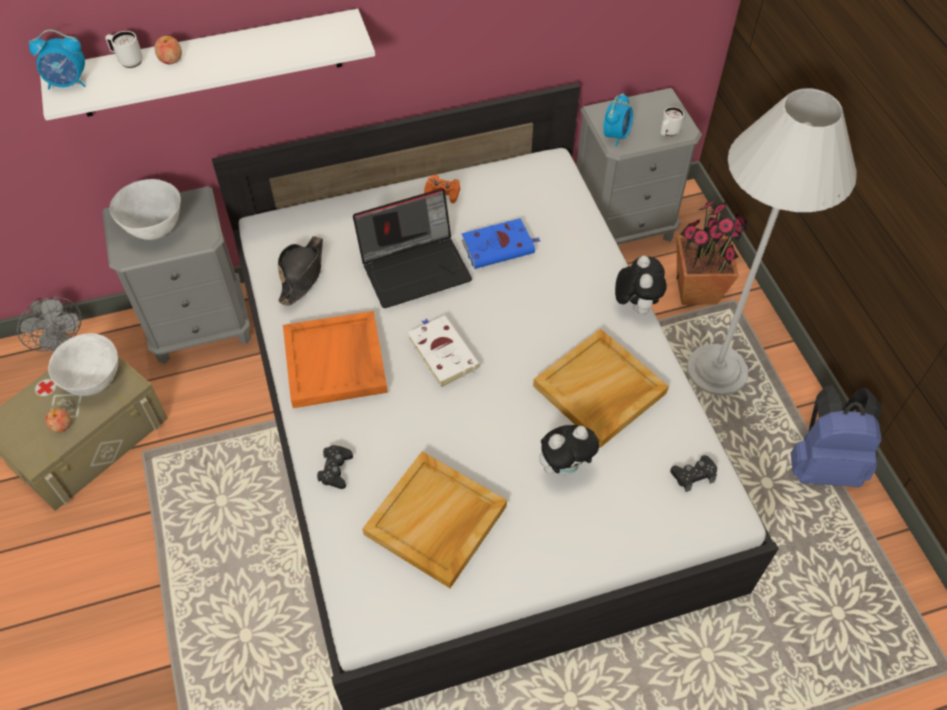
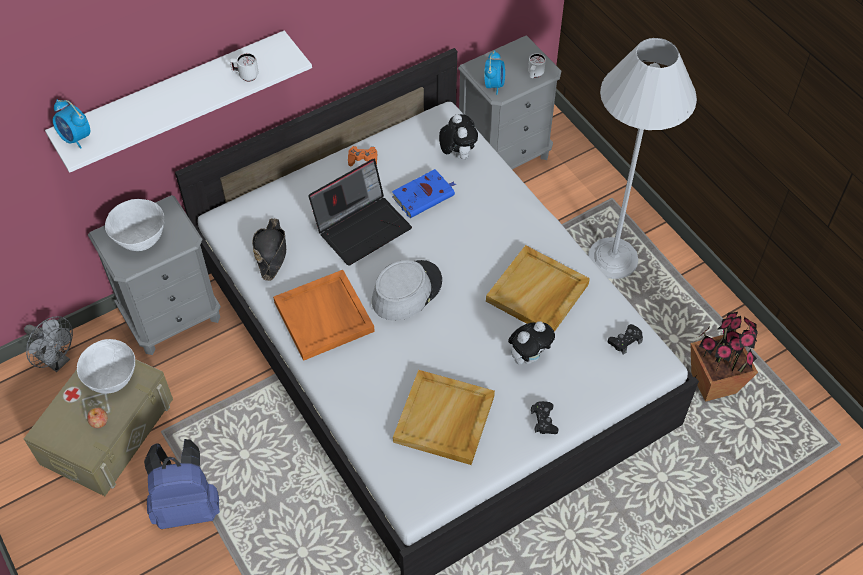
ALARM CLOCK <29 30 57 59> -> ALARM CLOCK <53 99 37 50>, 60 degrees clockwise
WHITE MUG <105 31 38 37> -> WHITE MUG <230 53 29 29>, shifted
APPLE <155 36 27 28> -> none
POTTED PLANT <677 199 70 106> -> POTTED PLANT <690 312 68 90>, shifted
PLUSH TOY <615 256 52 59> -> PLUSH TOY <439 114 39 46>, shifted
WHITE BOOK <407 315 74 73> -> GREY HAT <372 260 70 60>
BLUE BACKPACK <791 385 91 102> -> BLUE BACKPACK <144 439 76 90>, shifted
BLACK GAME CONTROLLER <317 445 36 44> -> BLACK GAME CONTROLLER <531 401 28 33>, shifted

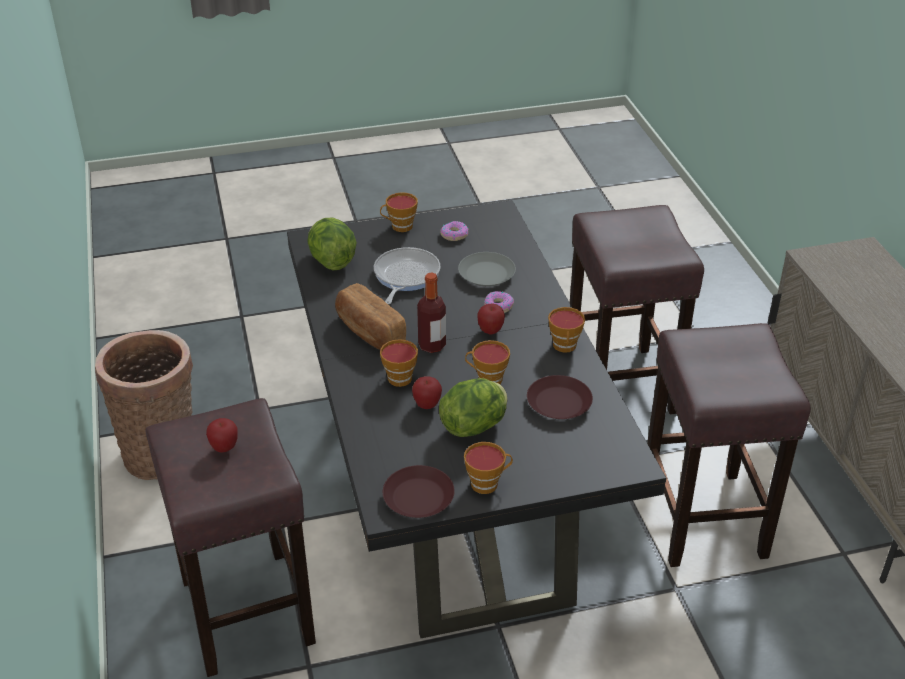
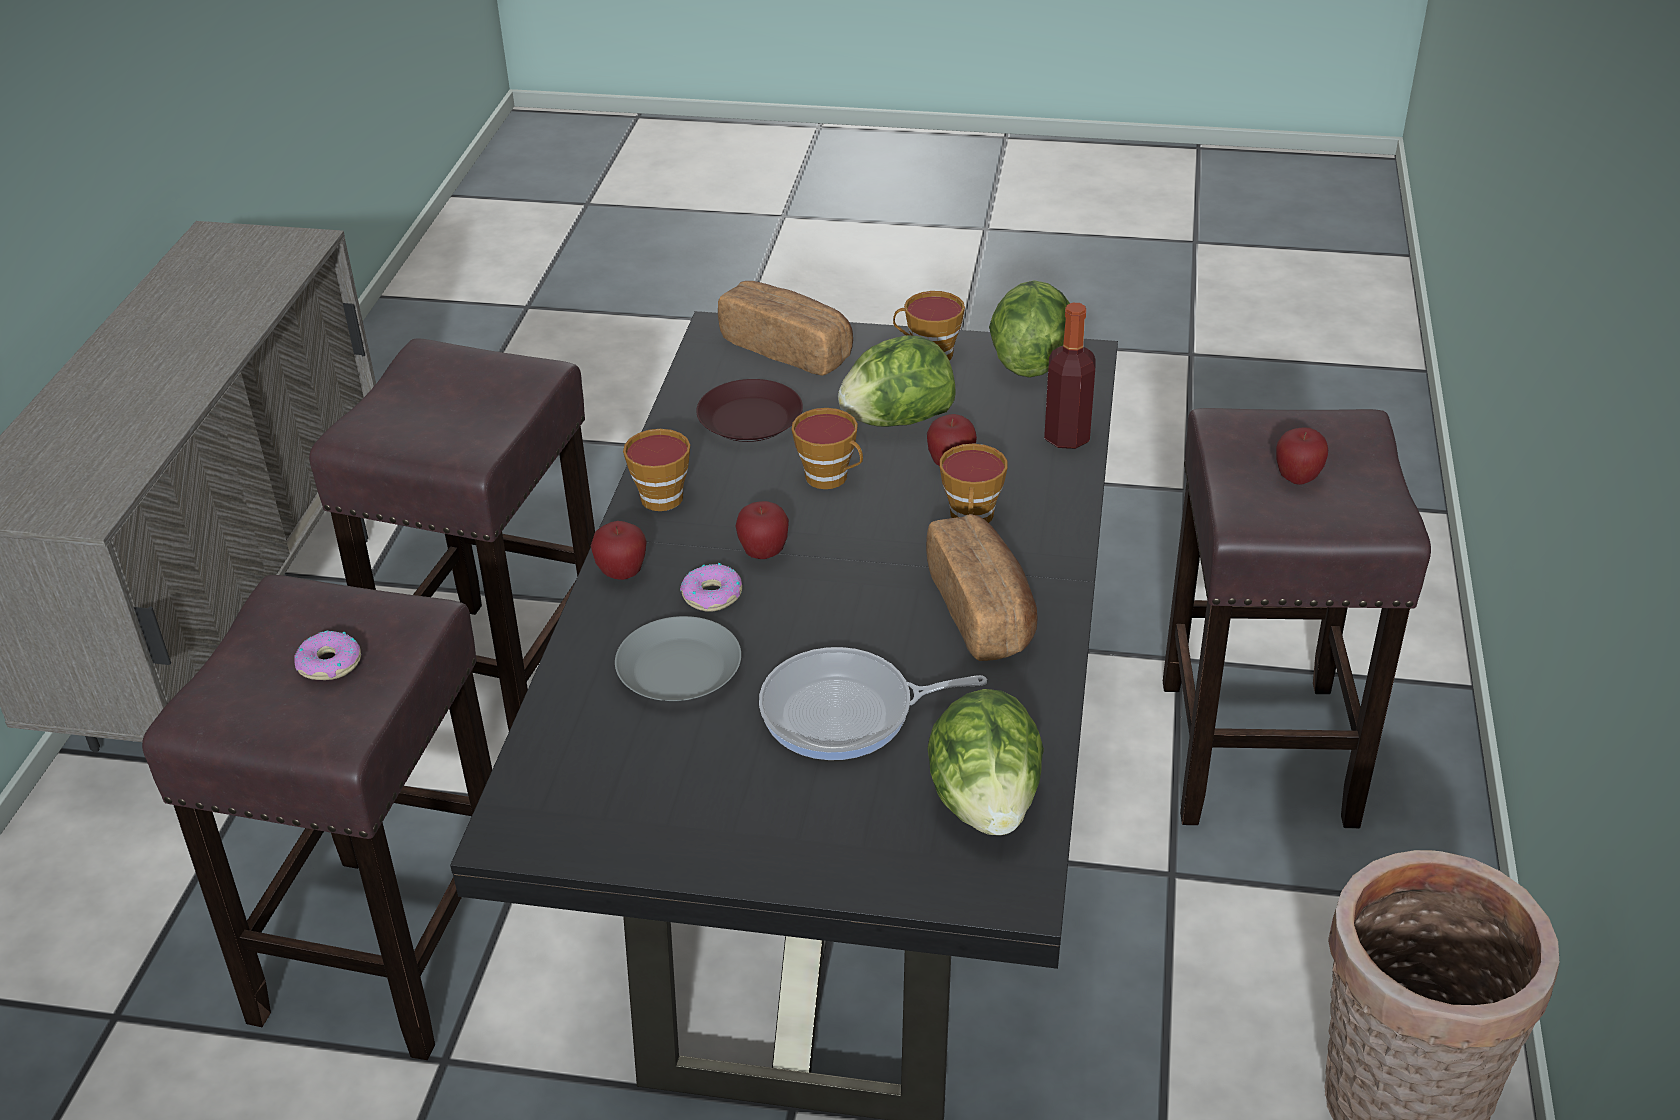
CUP <380 192 38 40> -> none
DONUT <440 221 28 20> -> DONUT <295 631 66 49>, shifted
FRYING PAN <374 247 66 57> -> FRYING PAN <759 647 228 113>, 45 degrees clockwise
BOTTLE <417 272 29 81> -> BOTTLE <1044 303 52 146>, shifted
BROWN PLATE <383 465 72 53> -> LETTUCE <989 280 81 98>
none -> BREAD <718 281 135 95>
none -> APPLE <591 521 56 59>

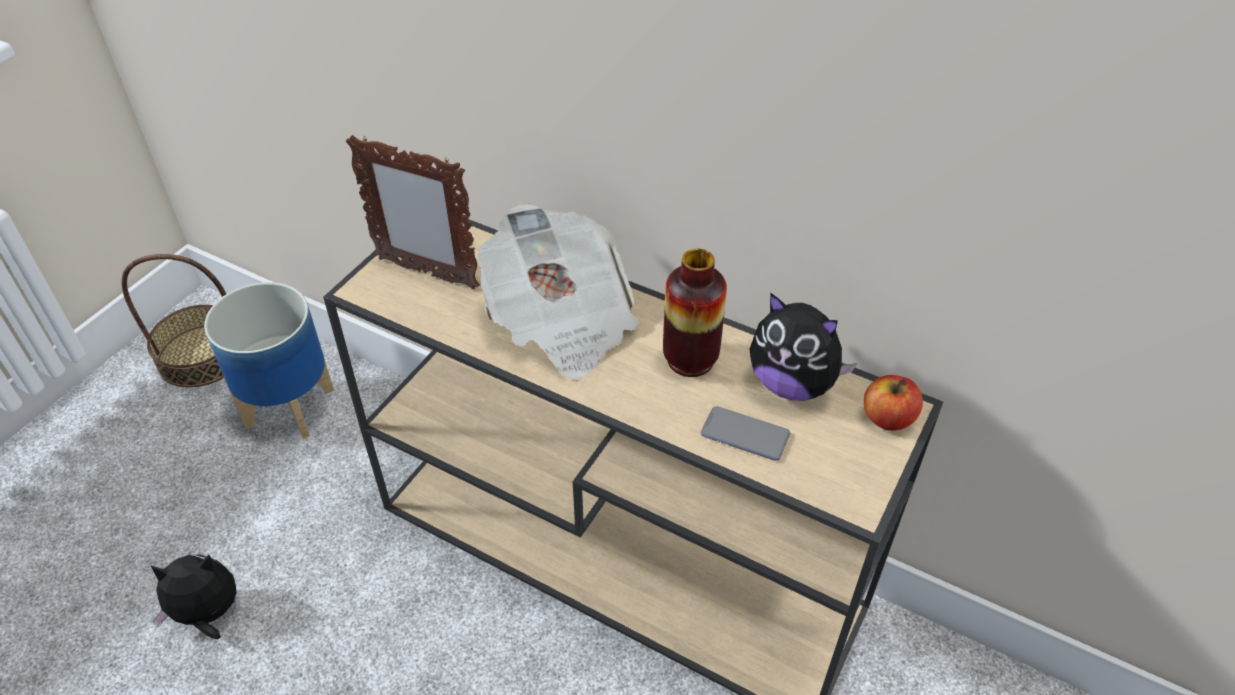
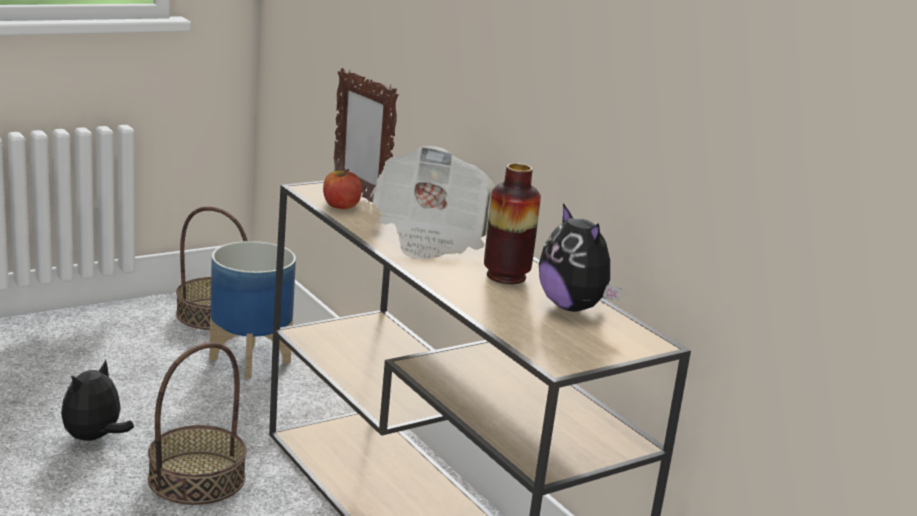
APPLE <864 375 59 56> -> APPLE <323 169 39 40>, shifted
PHONE <701 406 89 55> -> none
PLUSH TOY <150 554 87 86> -> PLUSH TOY <61 359 73 82>, 75 degrees counterclockwise
none -> BASKET <148 342 99 163>

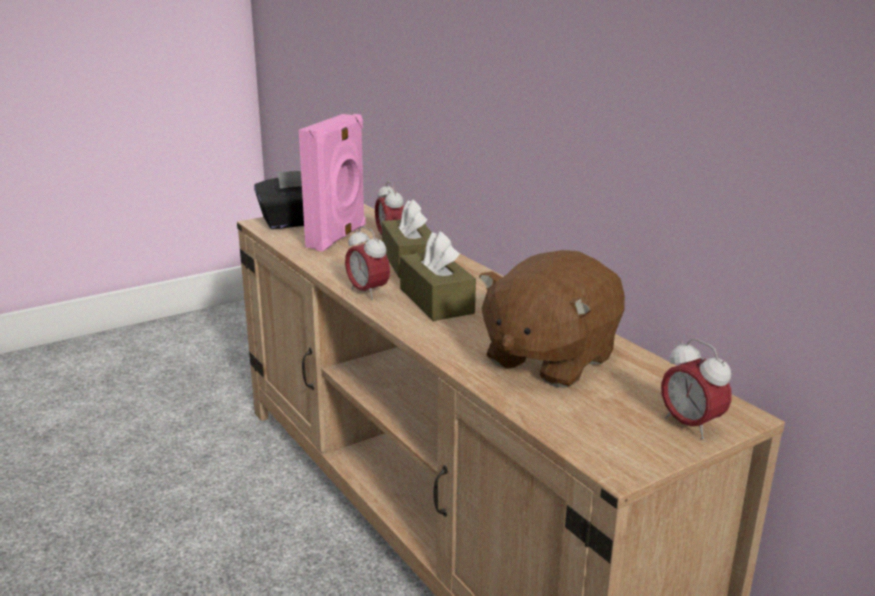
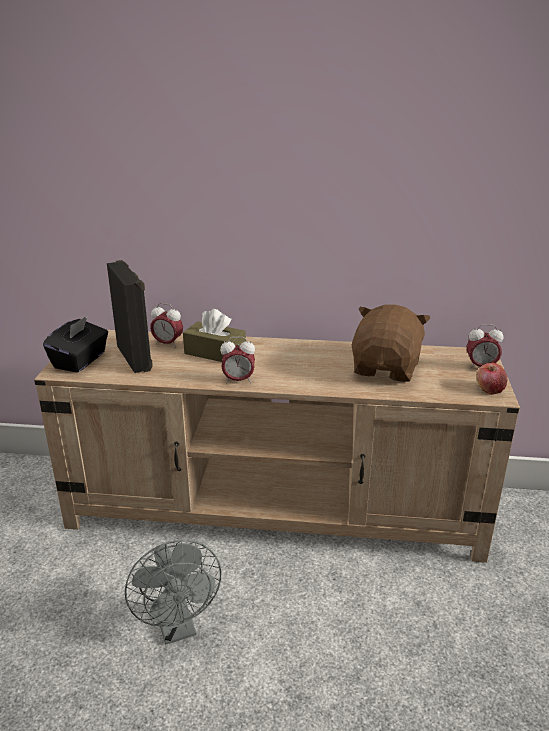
PINK SPEAKER <299 114 67 138> -> BLACK SPEAKER <107 260 46 113>
BROWN TISSUE BOX <400 231 76 90> -> none
BROWN PLUSH TOY <479 250 146 138> -> BROWN PLUSH TOY <352 305 78 77>, 150 degrees counterclockwise
none -> APPLE <477 363 30 32>
none -> GREY FAN <125 540 96 105>

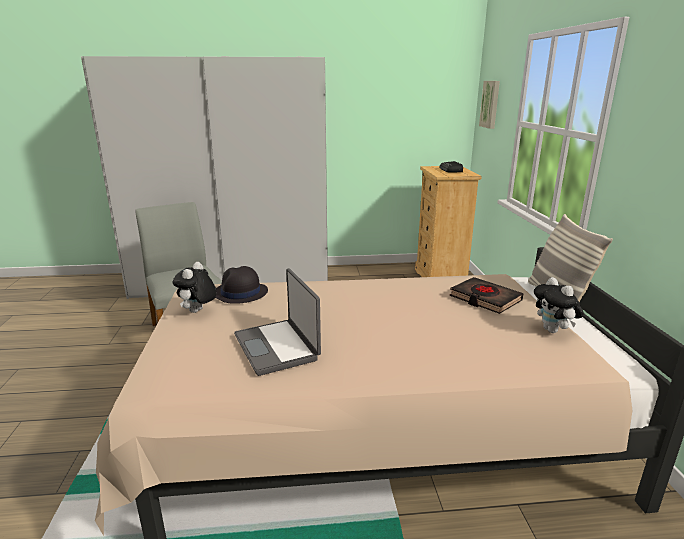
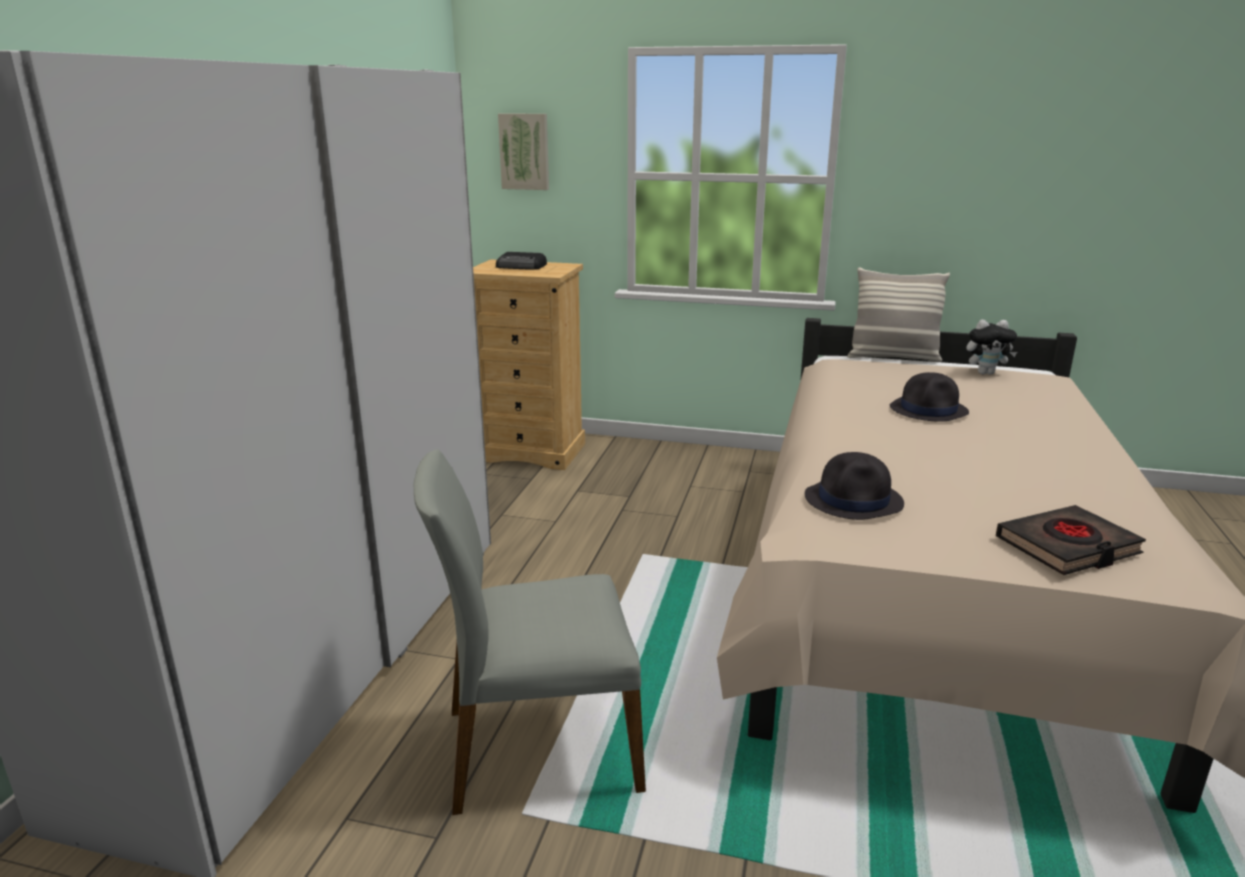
PLUSH TOY <173 262 44 51> -> none
LAPTOP <234 268 87 108> -> none
BLACK BOOK <450 277 74 37> -> BLACK BOOK <996 505 150 70>, shifted
none -> BLACK HAT <890 372 79 50>

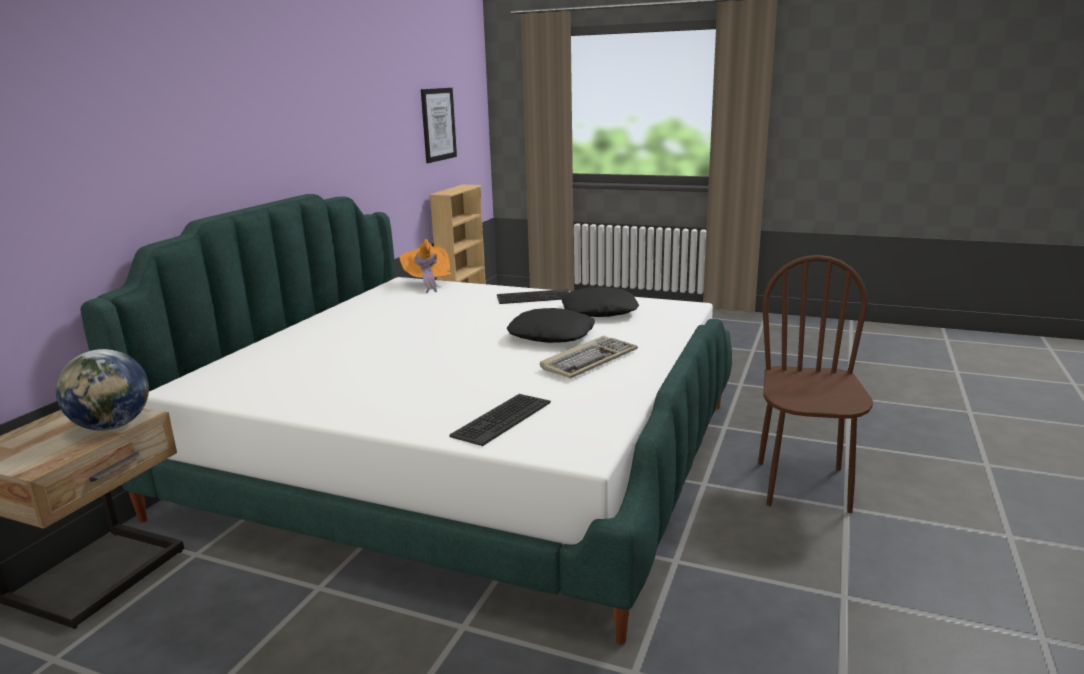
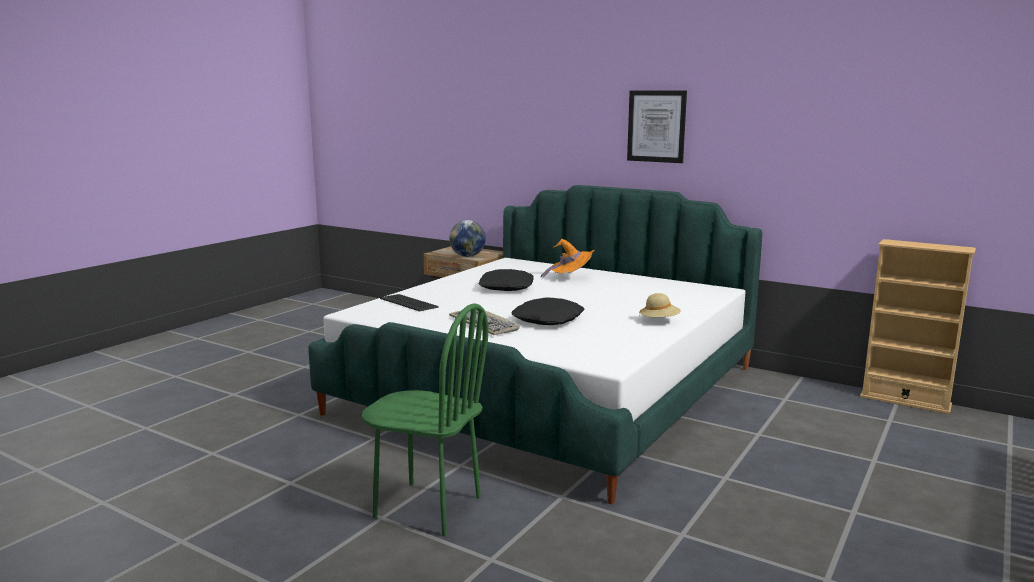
PICTURE <421 88 36 75> -> PICTURE <627 90 60 73>, shifted
ORANGE HAT <399 239 53 54> -> ORANGE HAT <540 239 54 40>, shifted
BROWN CHAIR <758 255 115 258> -> GREEN CHAIR <362 303 127 233>
BLACK PILLOW <562 287 77 30> -> BLACK PILLOW <478 269 56 22>, shifted
KEYBOARD <497 289 72 15> -> BEIGE HAT <639 293 42 24>

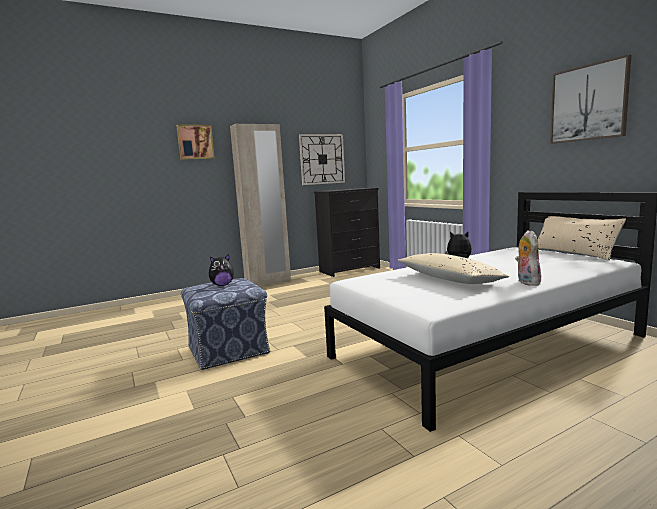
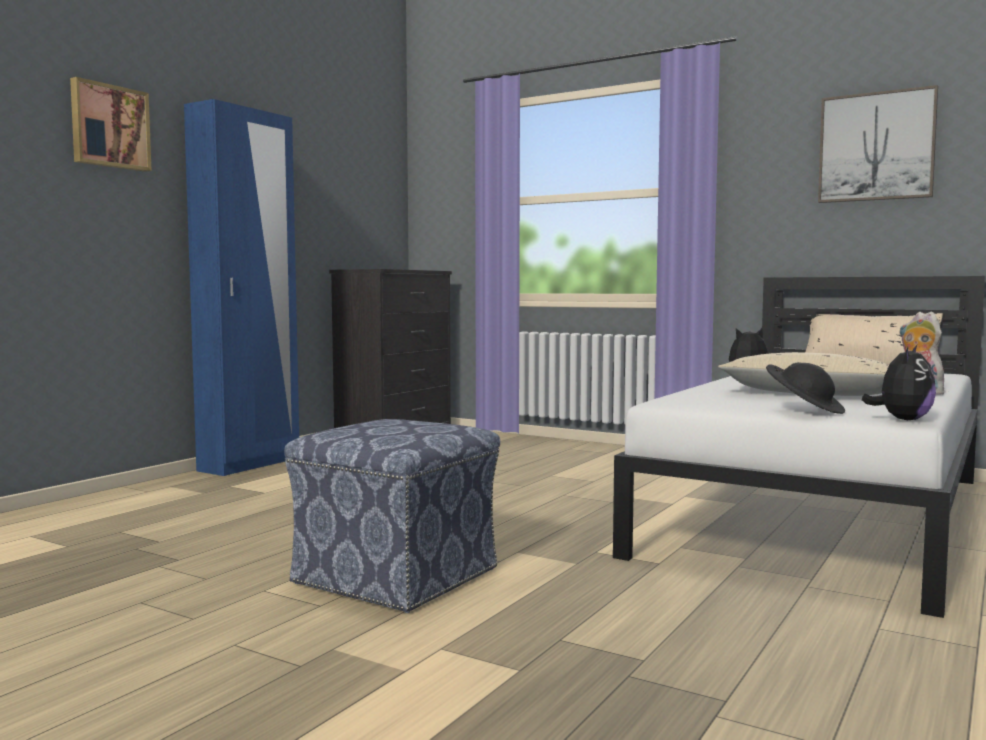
BEIGE WARDROBE <230 124 61 162> -> BLUE WARDROBE <184 99 115 377>
WALL CLOCK <299 134 46 51> -> none
PLUSH TOY <209 254 26 32> -> PLUSH TOY <862 345 74 75>, shifted
none -> BLACK HAT <766 362 79 52>

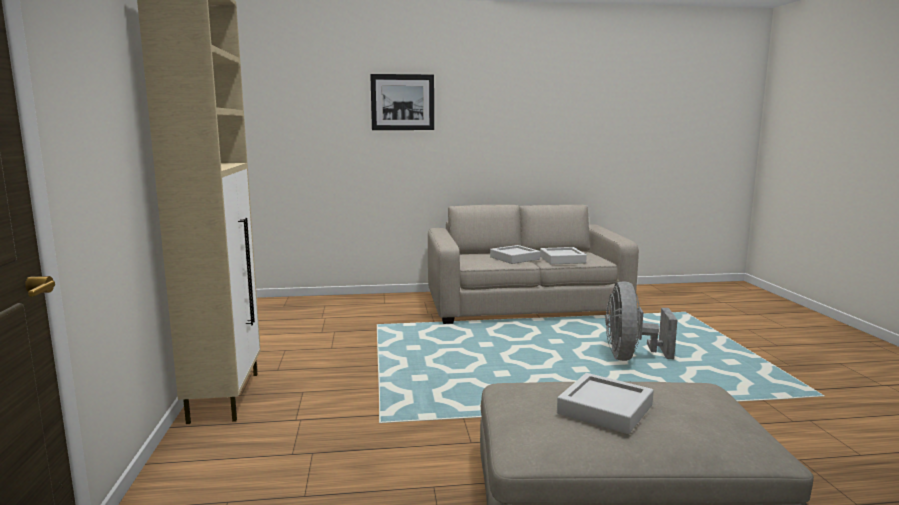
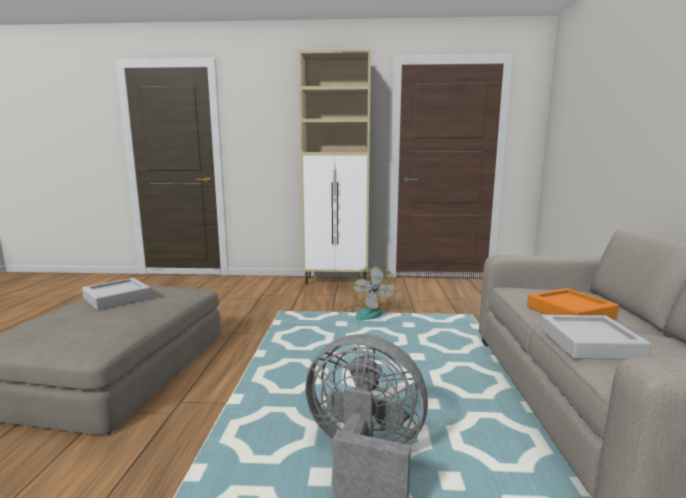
PICTURE <370 74 64 56> -> none
GREY TRAY <490 245 50 19> -> ORANGE TRAY <527 288 92 31>
none -> FAN <343 265 54 55>

